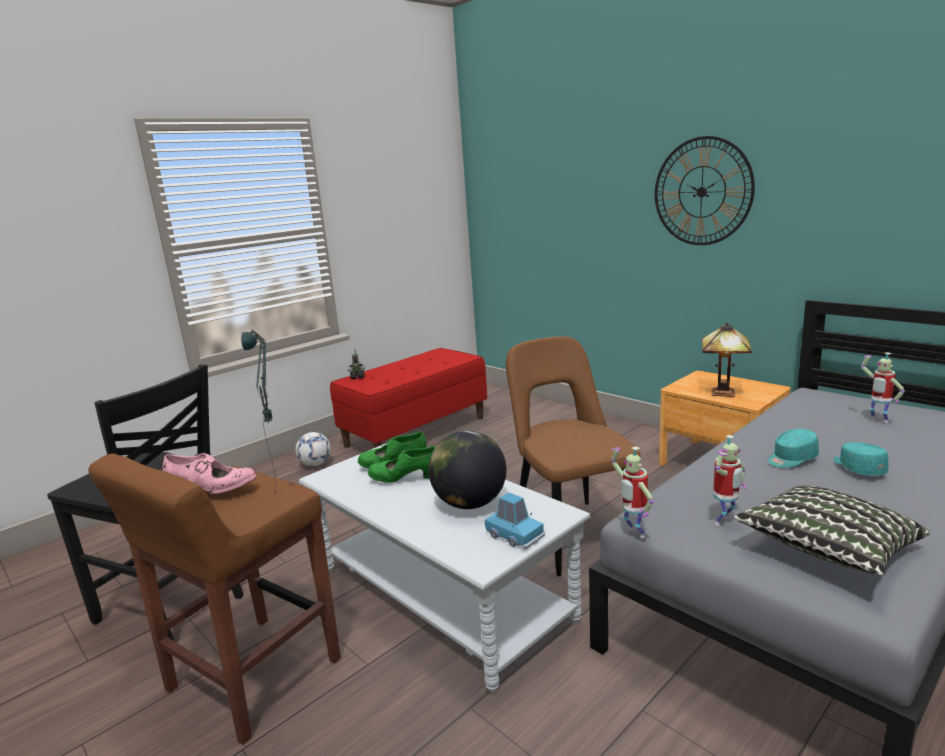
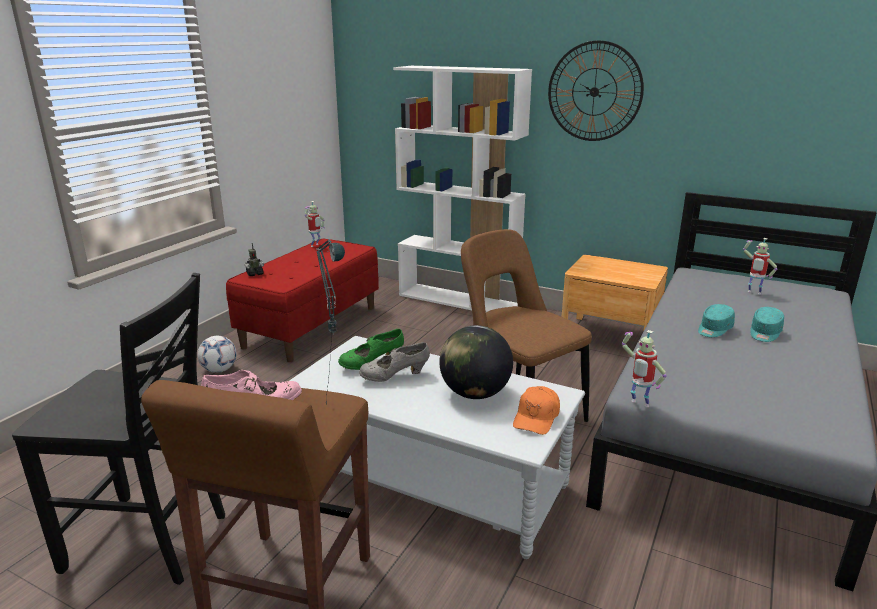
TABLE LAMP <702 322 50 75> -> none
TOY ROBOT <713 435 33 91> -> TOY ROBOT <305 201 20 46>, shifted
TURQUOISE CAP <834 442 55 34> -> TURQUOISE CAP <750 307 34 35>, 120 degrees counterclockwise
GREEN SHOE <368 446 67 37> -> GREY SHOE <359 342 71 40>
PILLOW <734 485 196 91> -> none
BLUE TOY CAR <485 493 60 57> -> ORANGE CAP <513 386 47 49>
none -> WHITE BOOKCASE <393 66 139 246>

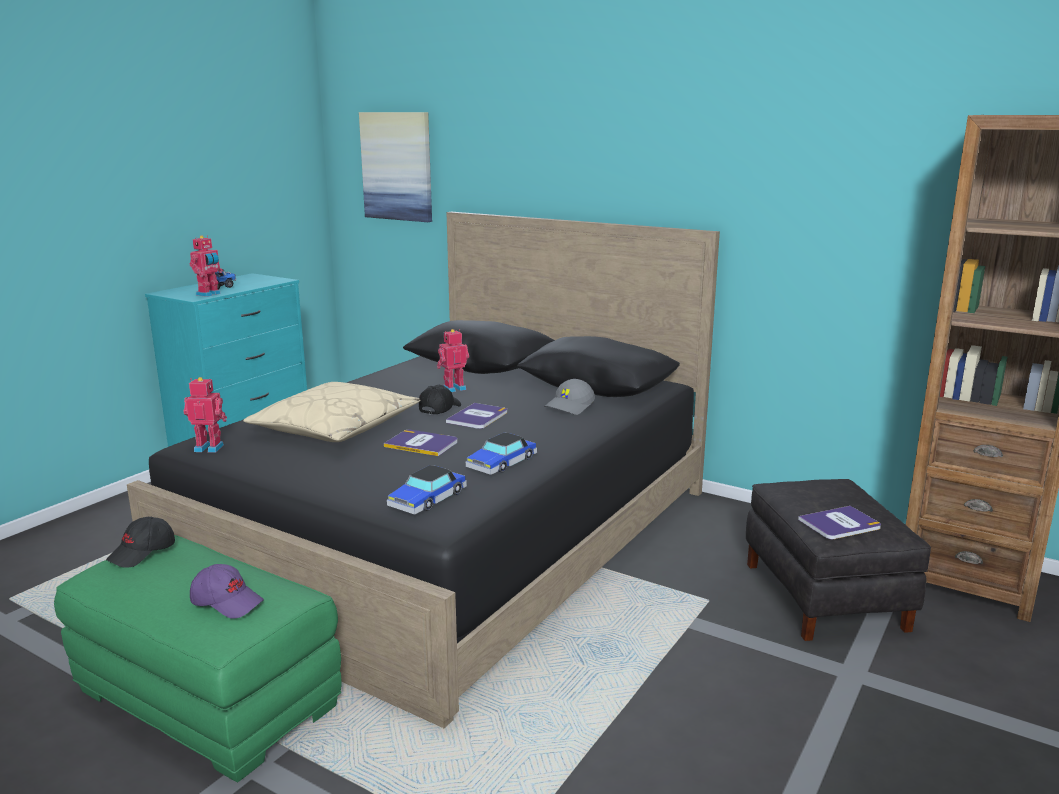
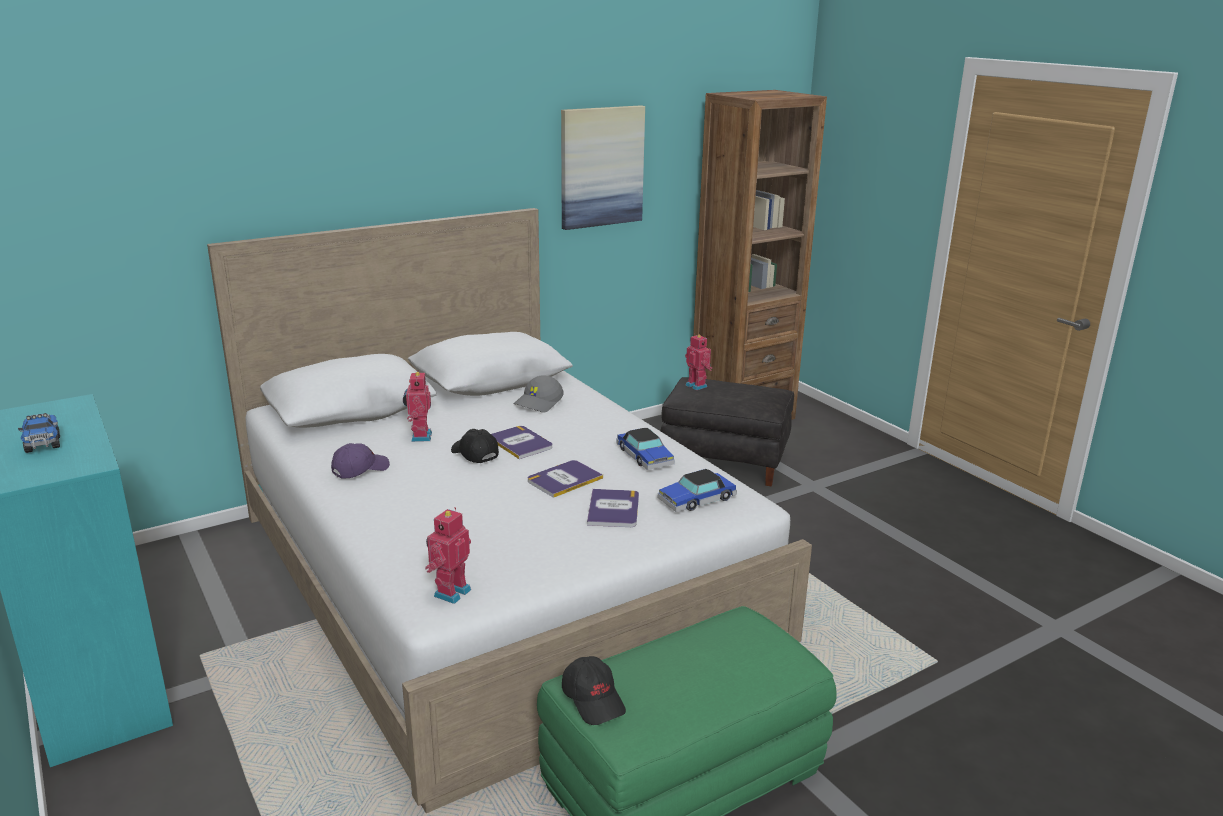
PICTURE <359 112 73 110> -> PICTURE <561 105 84 125>, shifted
BLACK BED <127 212 593 516> -> WHITE BED <207 208 605 605>
TOY ROBOT <189 235 34 62> -> TOY ROBOT <685 334 27 56>, shifted
GREY CAP <544 379 51 36> -> GREY CAP <513 375 51 37>, 60 degrees clockwise
BEIGE PILLOW <243 382 178 60> -> none
TOY CAR <387 465 80 50> -> TOY CAR <658 469 79 43>, 90 degrees clockwise
BOOK <798 506 83 33> -> BOOK <587 489 52 38>, shifted
PURPLE CAP <190 564 74 55> -> PURPLE CAP <331 443 59 36>, shifted

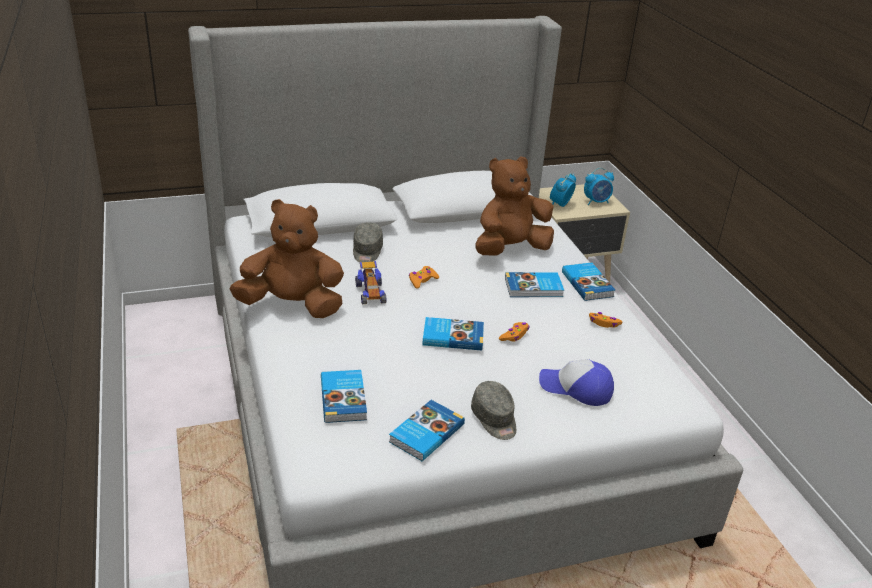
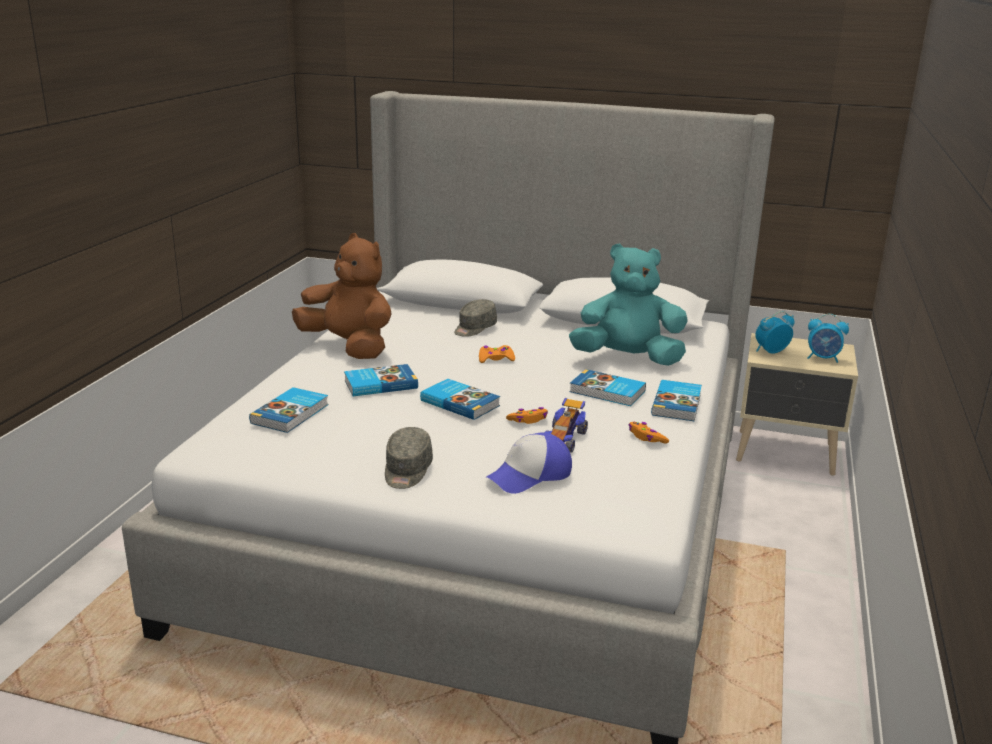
BROWN PLUSH TOY <475 156 79 100> -> TURQUOISE PLUSH TOY <569 243 118 123>
TOY CAR <355 261 31 43> -> TOY CAR <544 398 44 55>, shifted
CAP <539 359 75 47> -> CAP <486 433 86 61>, 90 degrees counterclockwise
BOOK <389 400 76 61> -> BOOK <344 364 74 32>, shifted

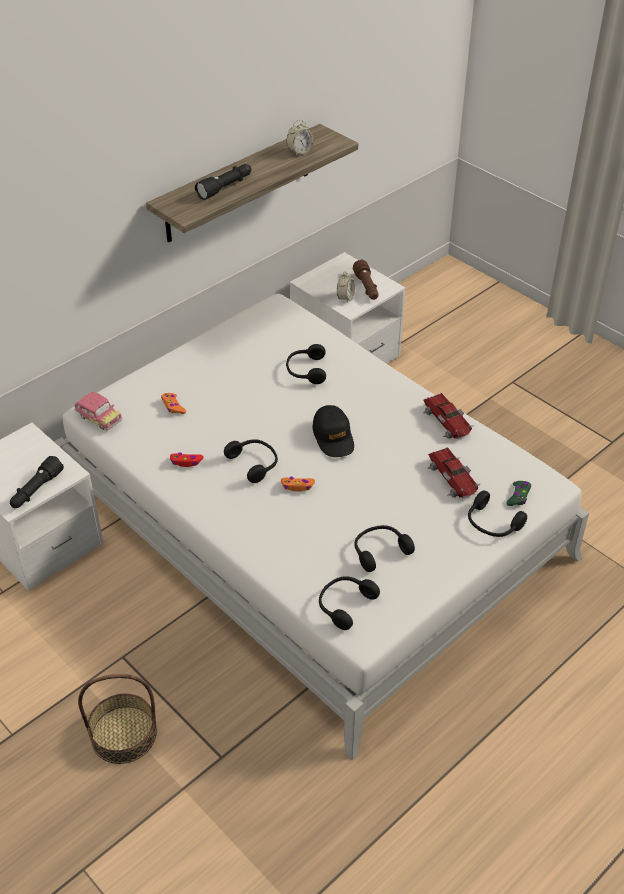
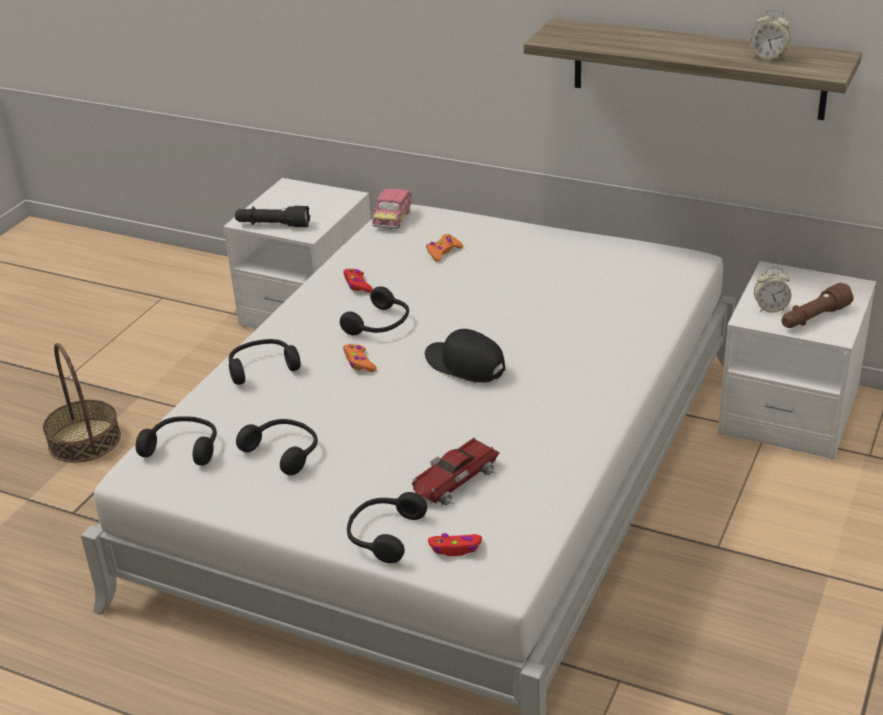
BLACK FLASHLIGHT <195 164 56 36> -> none
BLACK HEADPHONES <286 344 40 40> -> BLACK HEADPHONES <229 339 72 46>, shifted
TOY CAR <423 393 50 47> -> none
BLACK CAP <312 405 42 52> -> BLACK CAP <425 329 80 54>, 75 degrees clockwise
GREEN GAME CONTROLLER <506 481 25 25> -> RED GAME CONTROLLER <428 533 54 23>

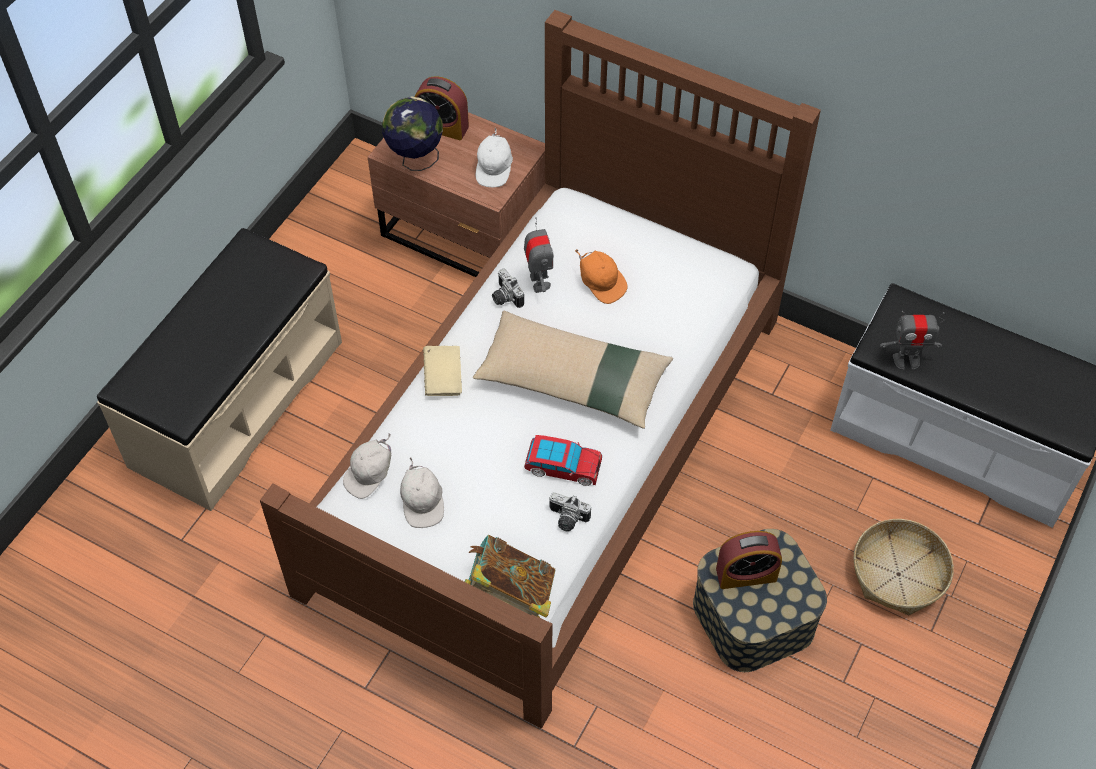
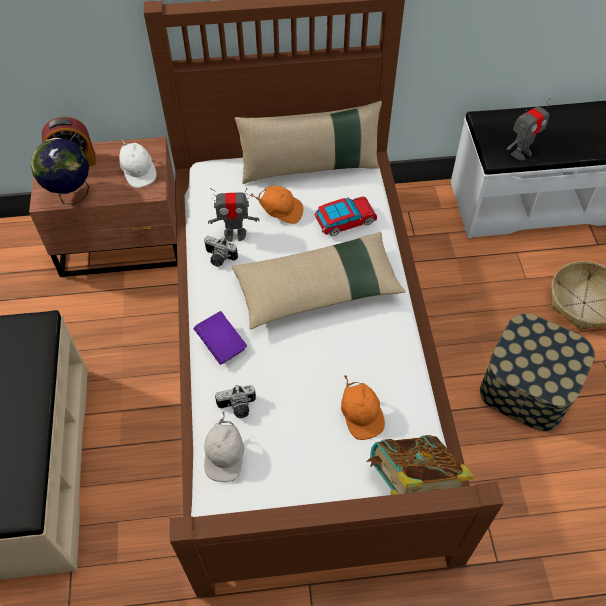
TOY ROBOT <524 217 30 76> -> TOY ROBOT <208 188 51 54>, 135 degrees clockwise
BEIGE BOOK <423 346 39 50> -> PURPLE BOOK <194 311 53 54>
TOY CAR <524 435 78 51> -> TOY CAR <314 197 63 39>, shifted
WHITE CAP <400 457 44 71> -> none
PHOTO CAMERA <549 492 42 40> -> PHOTO CAMERA <215 385 41 33>, shifted
ALARM CLOCK <716 531 66 58> -> none
none -> BEIGE PILLOW <235 101 147 83>
none -> ORANGE CAP <341 375 44 65>

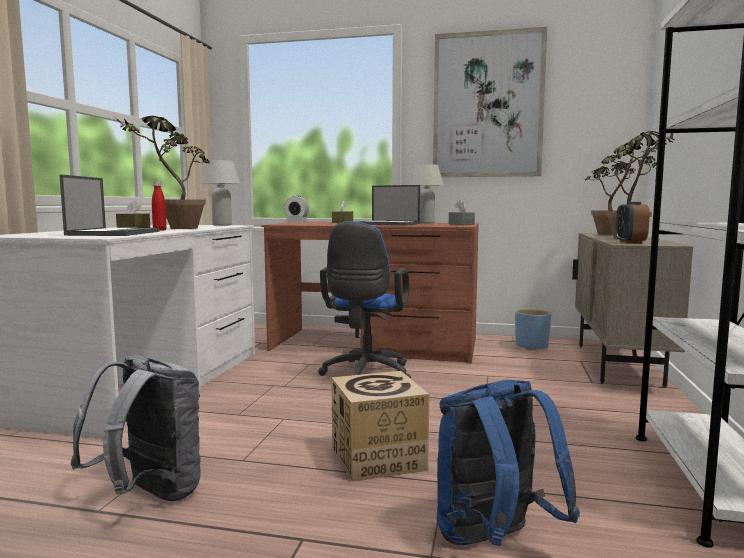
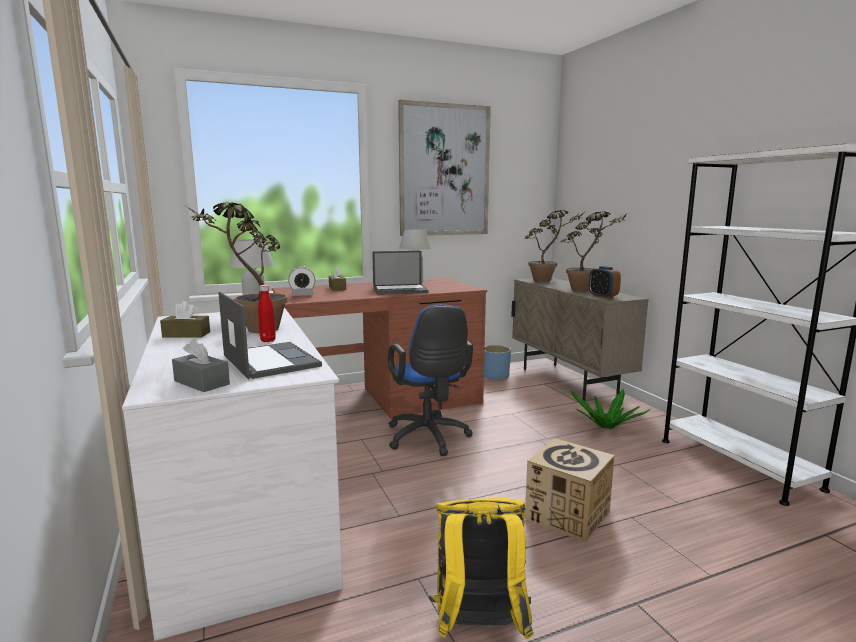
GREY TISSUE BOX <449 200 26 25> -> GREY TISSUE BOX <172 339 58 53>, shifted
GREY BACKPACK <71 355 130 147> -> YELLOW BACKPACK <429 497 105 142>
BLUE BACKPACK <437 380 144 166> -> none
none -> POTTED PLANT <570 389 80 40>

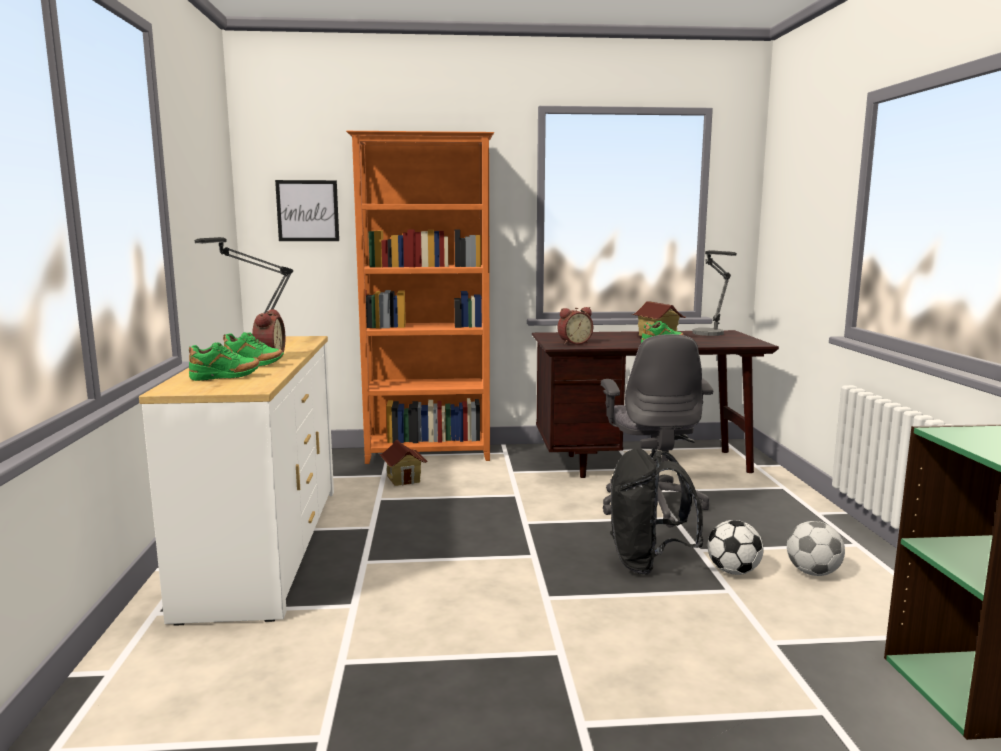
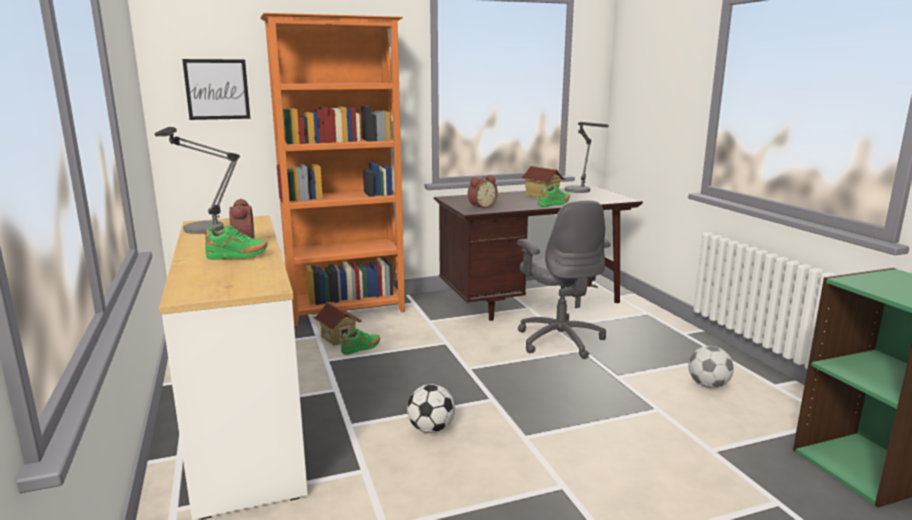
GREEN SHOE <189 343 71 38> -> GREEN SHOE <341 329 39 26>, shifted
BLACK BACKPACK <610 448 94 127> -> none
FOOTBALL <708 520 56 55> -> FOOTBALL <407 384 48 49>, shifted

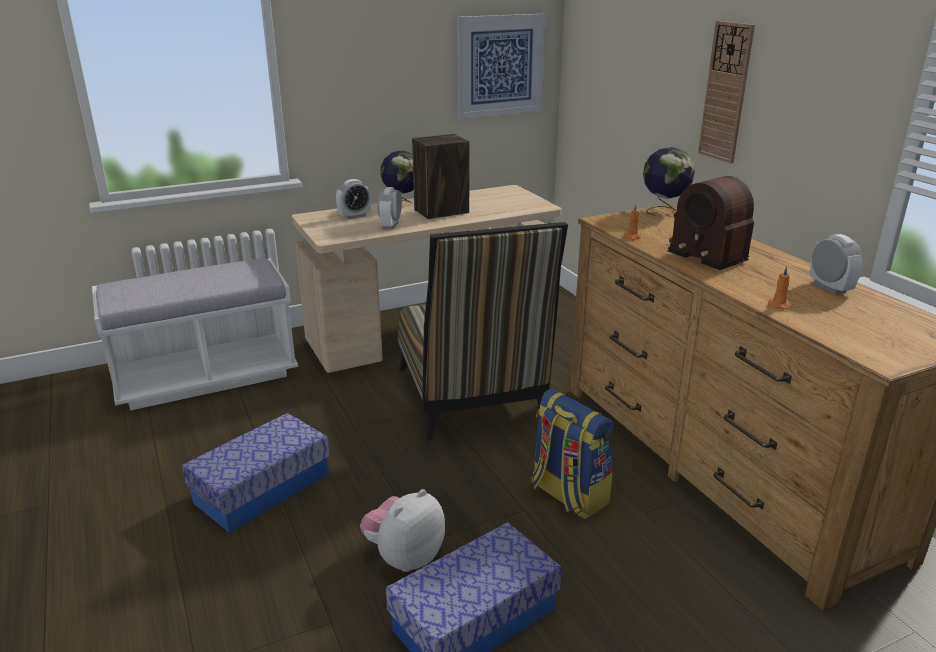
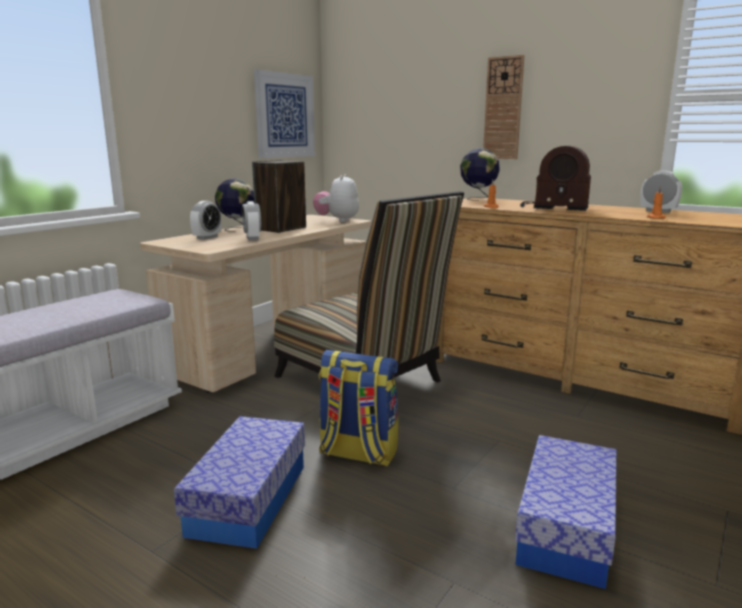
BACKPACK <531 389 83 130> -> BACKPACK <319 350 80 117>, shifted
PLUSH TOY <360 489 85 83> -> PLUSH TOY <313 174 46 48>, shifted

